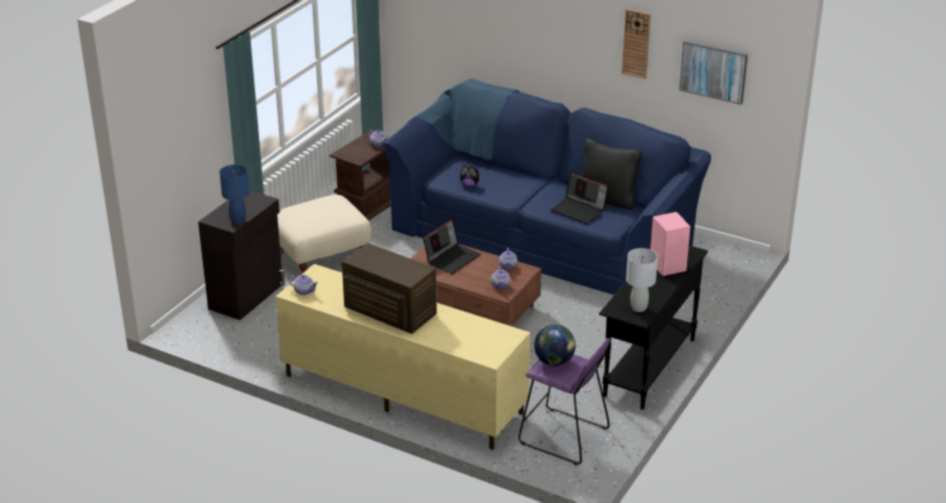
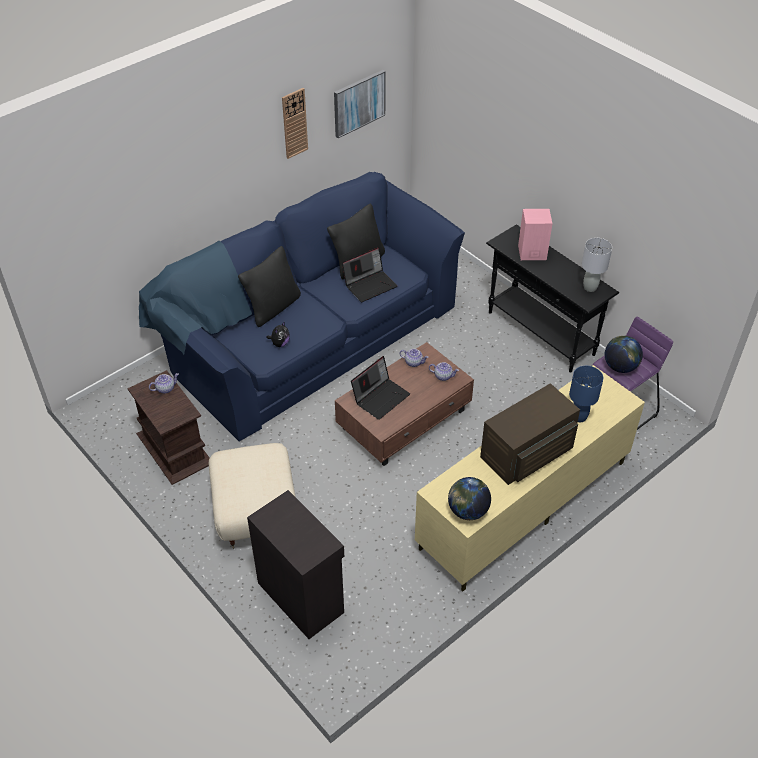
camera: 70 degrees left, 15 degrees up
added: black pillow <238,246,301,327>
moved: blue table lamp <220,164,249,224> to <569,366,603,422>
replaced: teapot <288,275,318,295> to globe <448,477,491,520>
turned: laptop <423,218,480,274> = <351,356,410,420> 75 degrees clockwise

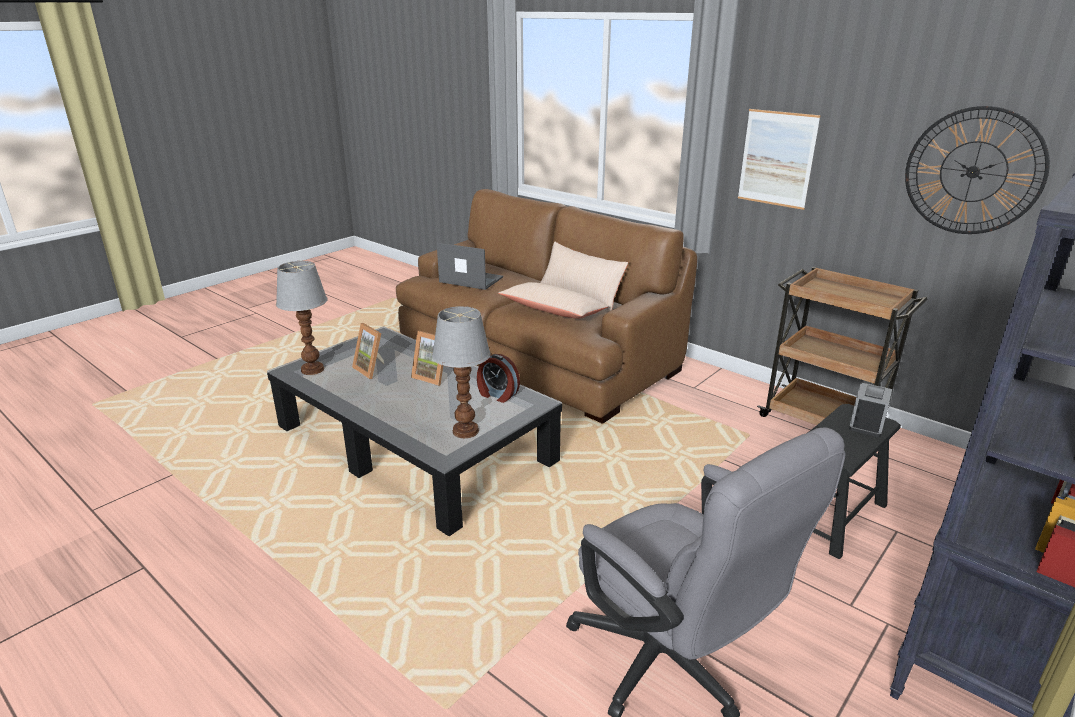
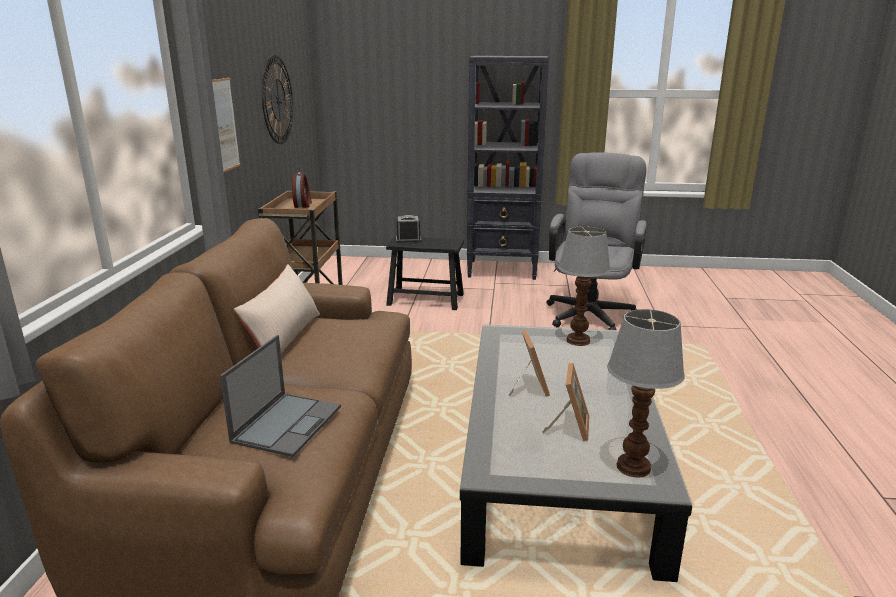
camera: 125 degrees left, 5 degrees down
removed: beige pillow <498,282,609,319>
moved: alarm clock <477,354,520,403> to <292,172,312,208>
turned: laptop <437,242,503,290> = <220,335,341,457> 150 degrees counterclockwise

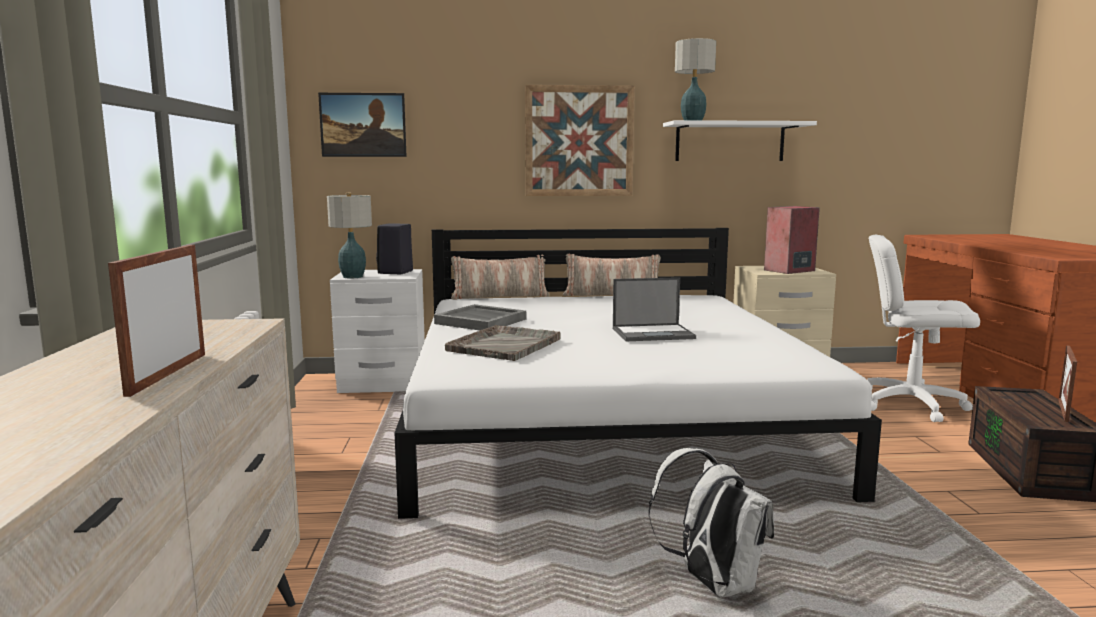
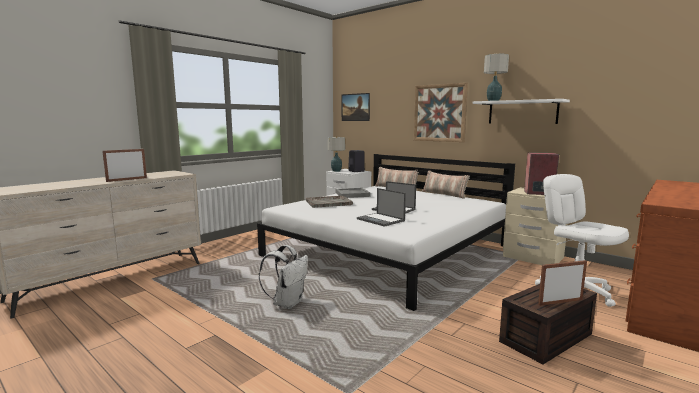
camera: 45 degrees right, 0 degrees up
added: laptop <357,188,406,227>

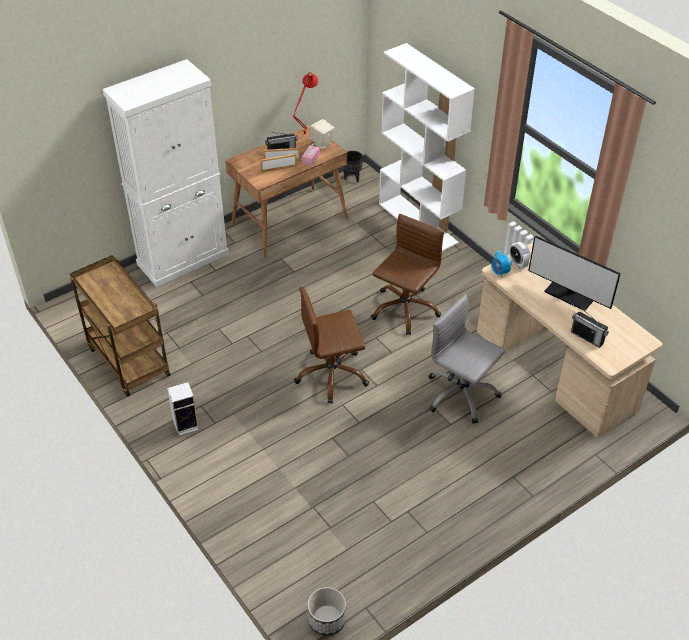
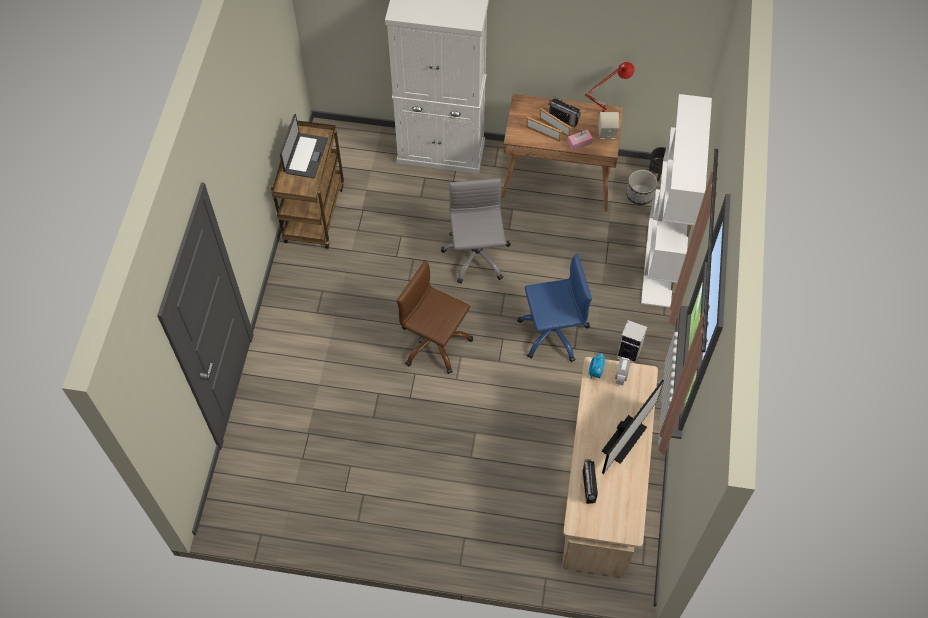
camera: 45 degrees right, 15 degrees up
added: laptop <280,114,328,178>
moved: grey office chair <429,294,505,424> to <441,178,510,284>; speaker <167,382,199,436> to <616,320,647,363>; planter <307,587,346,636> to <626,170,657,205>
recoloured: brown office chair <371,214,444,335> to blue office chair <517,254,592,362>
turned: monitor <528,235,621,310> = <602,379,664,474> 135 degrees counterclockwise

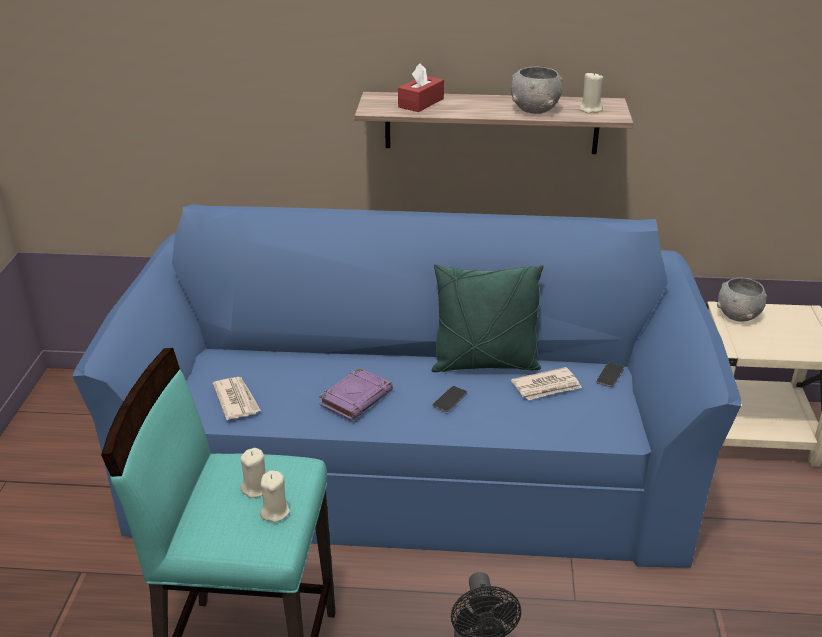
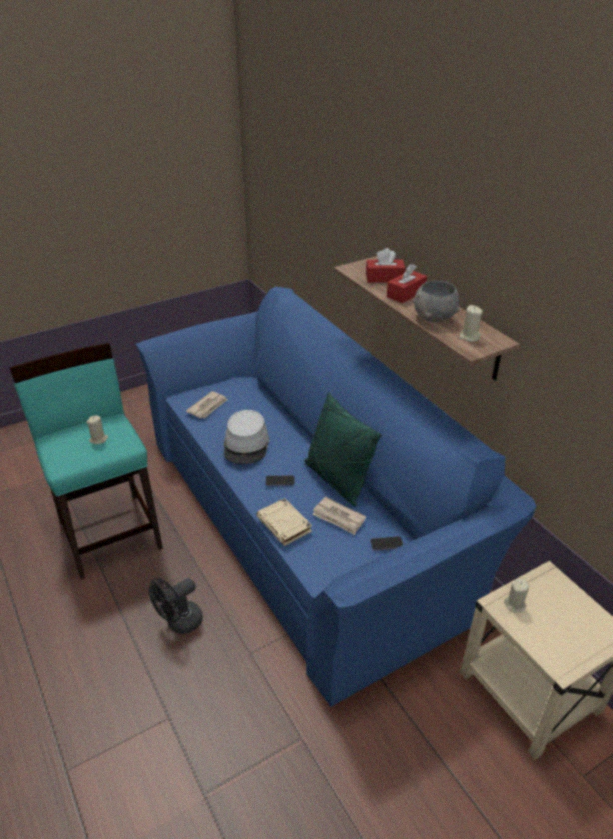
camera: 55 degrees right, 5 degrees up
removed: grey bowl <717,278,767,322>
added: beige book <256,498,312,546>; red tissue box <387,264,427,303>
moved: beige candle <260,471,290,522> to <504,579,529,612>
replaced: purple book <319,368,393,421> to grey hat <224,410,269,464>

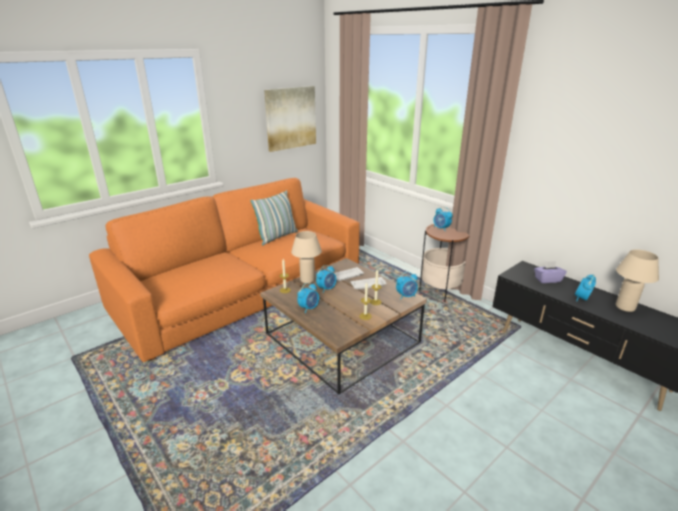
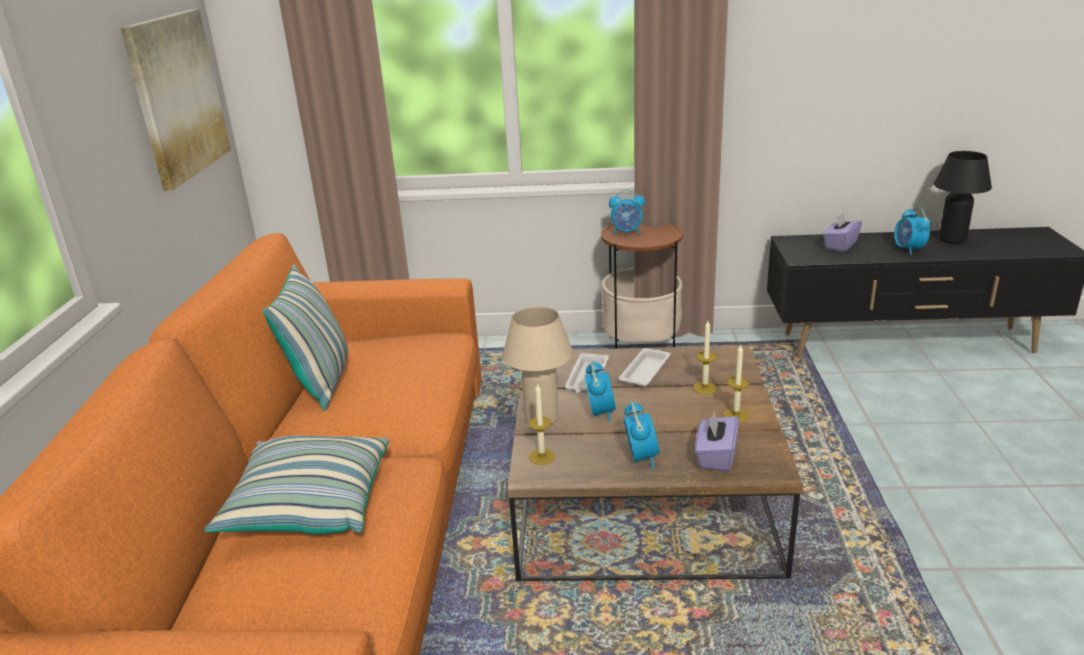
camera: 45 degrees left, 0 degrees up
removed: alarm clock <396,272,418,300>
added: pillow <204,435,389,534>; purple tissue box <695,411,739,472>
recoloured: beige table lamp <616,249,659,312> to black table lamp <934,151,992,244>

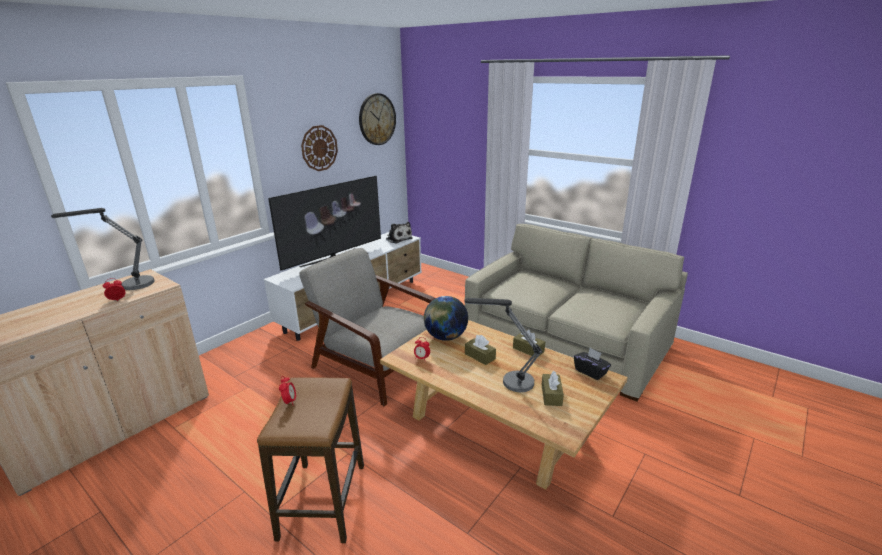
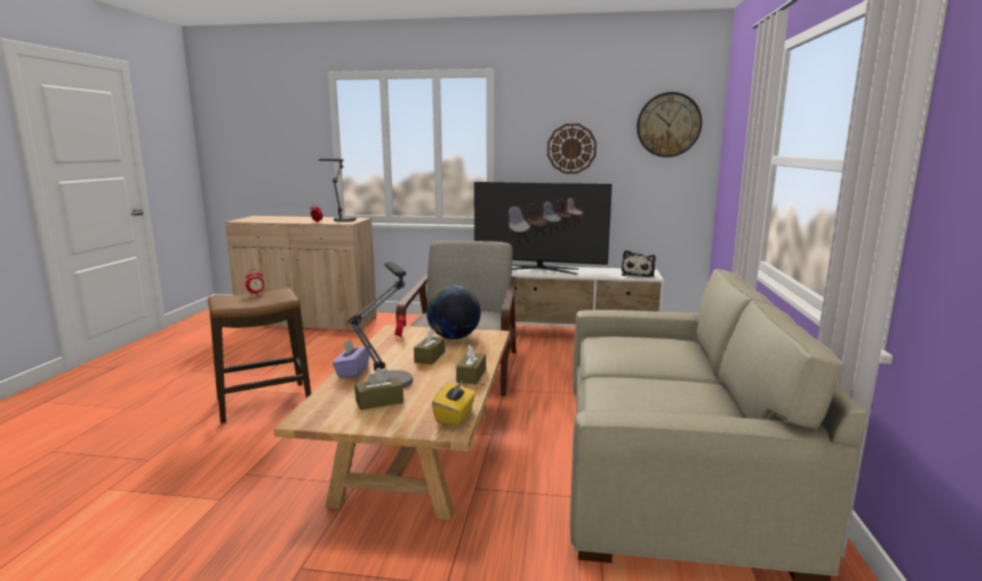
camera: 60 degrees right, 10 degrees down
added: purple tissue box <332,339,370,378>
recoloured: black tissue box <574,348,611,380> to yellow tissue box <432,380,476,426>

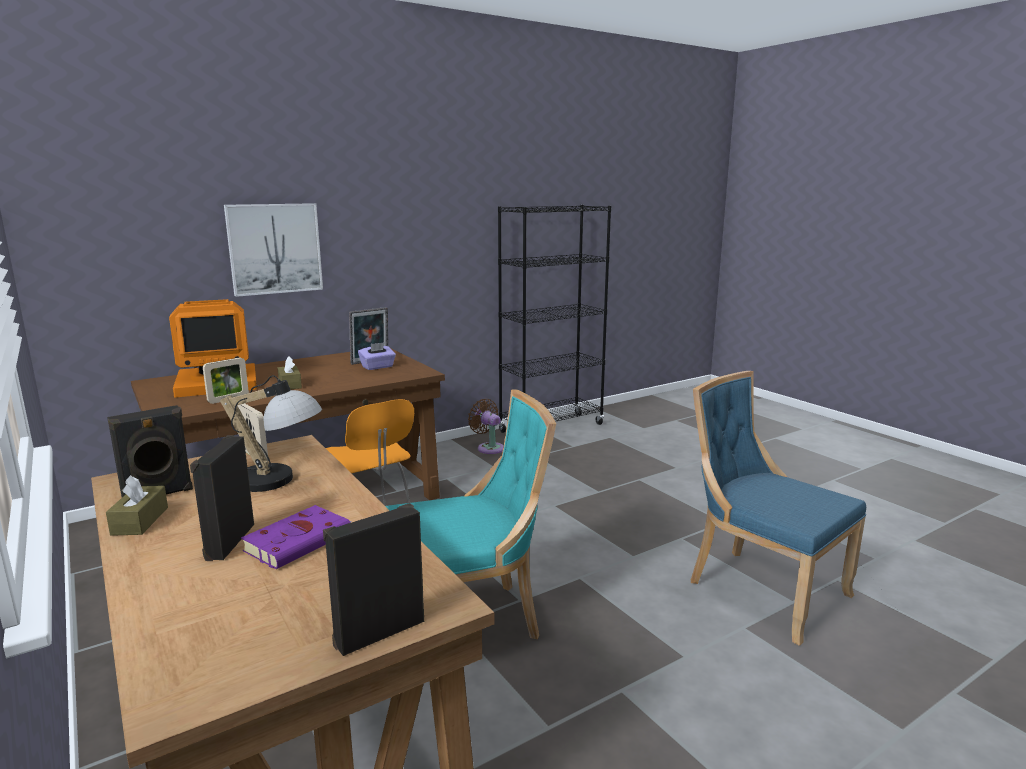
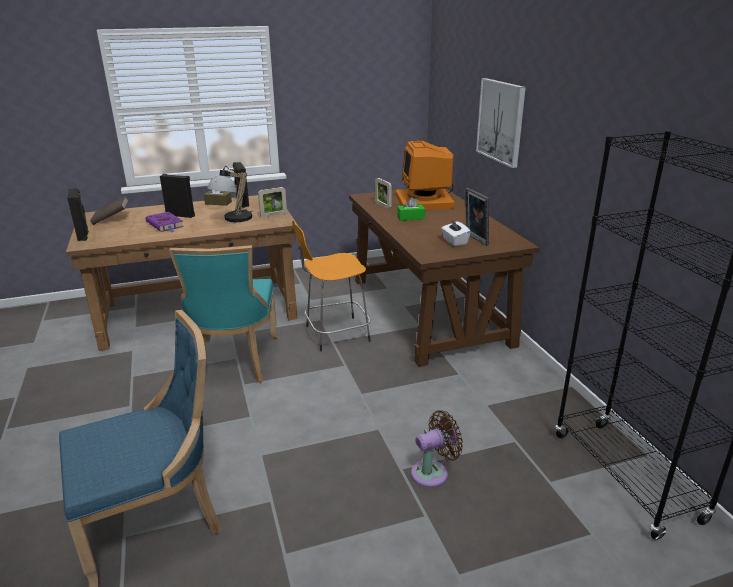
camera: 105 degrees right, 10 degrees up
added: brown book <90,196,129,225>
moved: brown fan <468,399,504,454> to <411,410,463,488>
recoloured: brown tissue box <278,357,302,390> to green tissue box <397,197,425,221>; purple tissue box <358,342,396,370> to white tissue box <441,219,471,246>

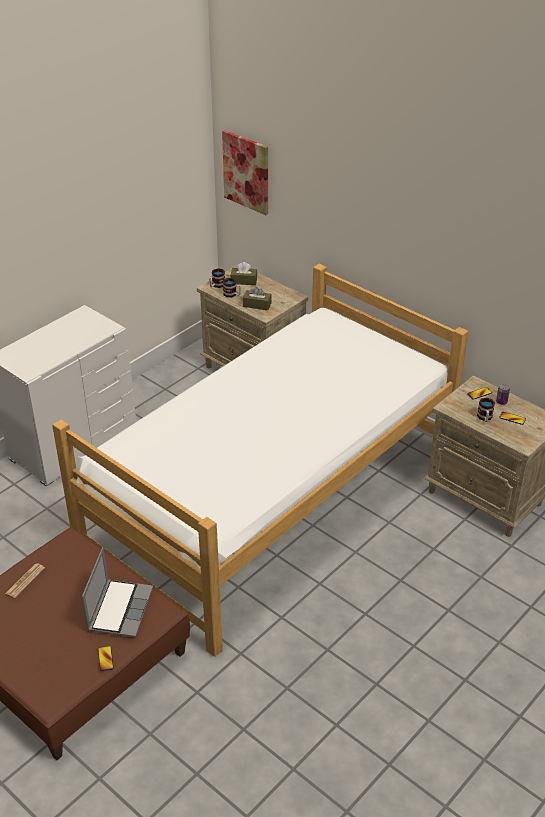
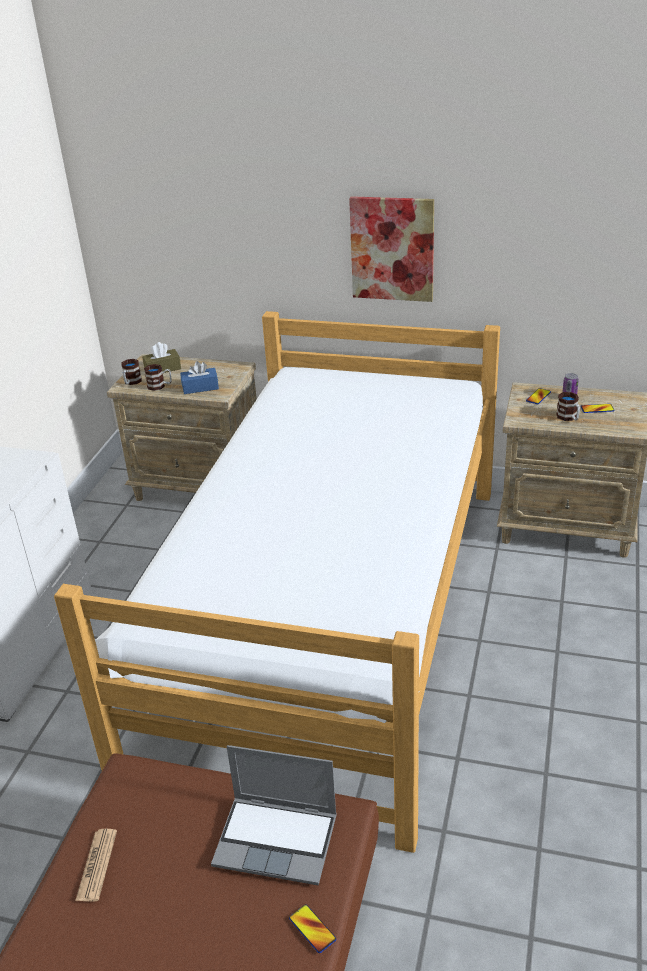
camera: 25 degrees left, 5 degrees down
moved: picture <222,130,268,215> to <349,196,434,302>
recoloured: brown tissue box <243,287,271,310> to blue tissue box <180,361,219,394>
turned: laptop <82,547,153,638> = <211,745,337,885> 120 degrees clockwise

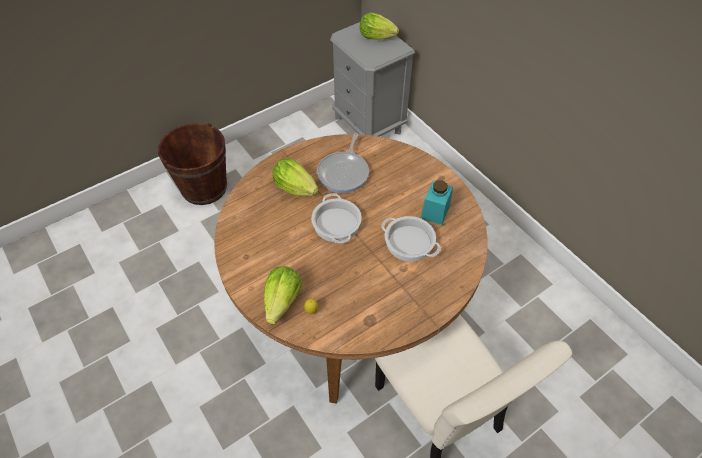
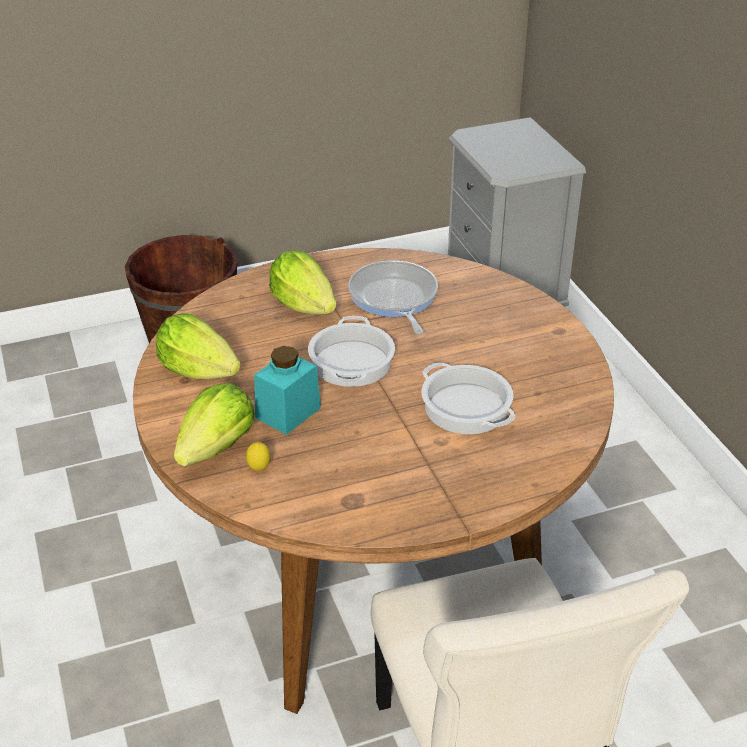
camera: 15 degrees right, 15 degrees down
moved: lettuce <360,12,399,40> to <156,313,241,379>; turquoise jar <421,180,453,225> to <254,346,321,435>
turned: frying pan <317,133,369,193> = <348,260,438,334> 135 degrees clockwise

